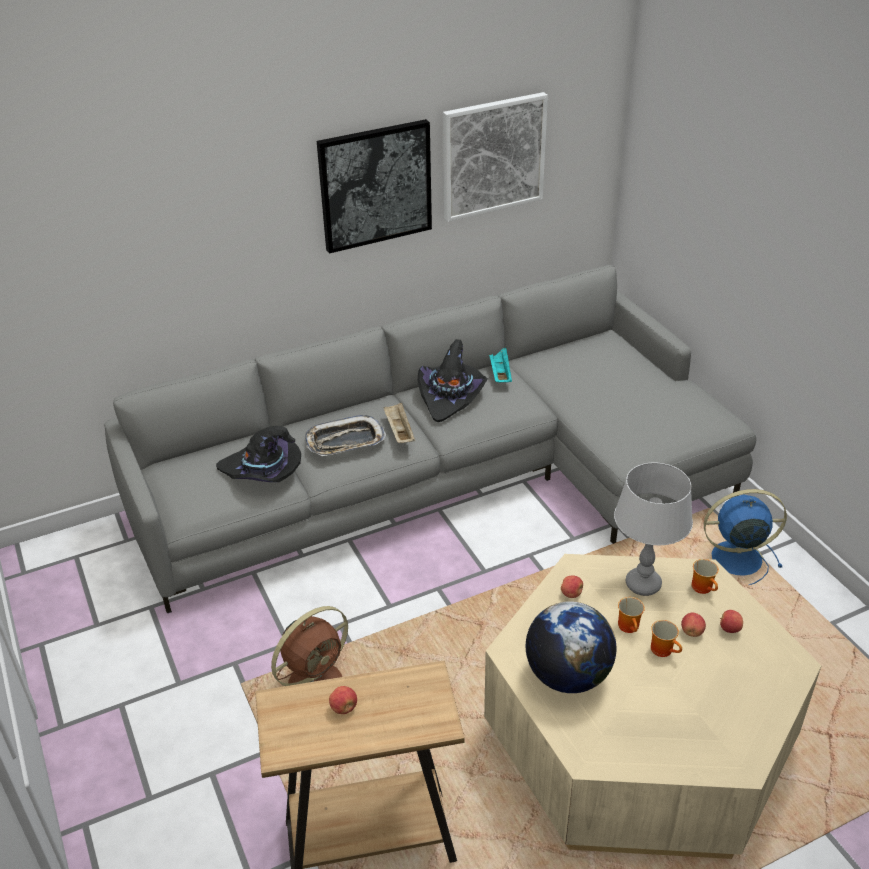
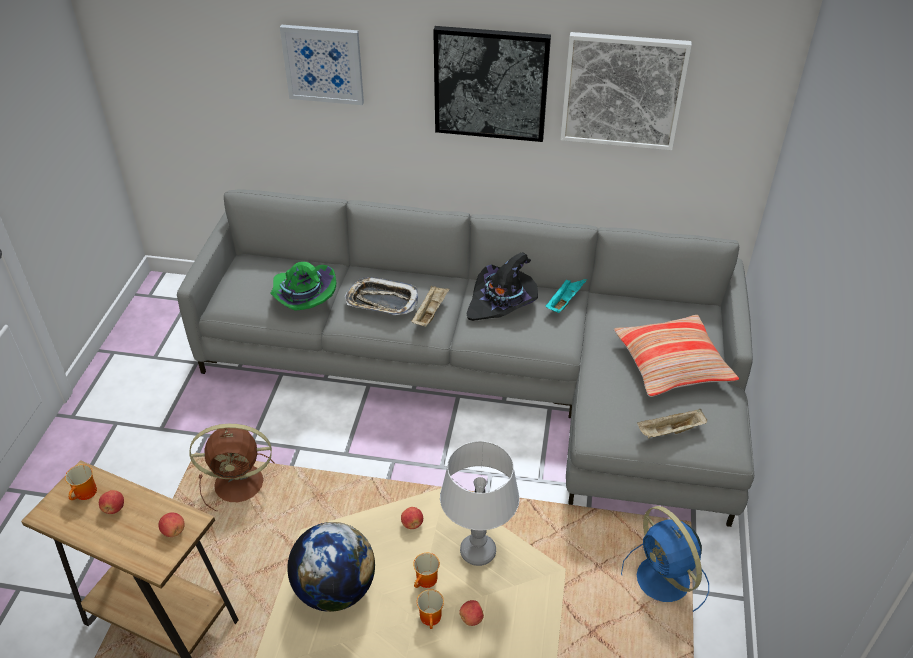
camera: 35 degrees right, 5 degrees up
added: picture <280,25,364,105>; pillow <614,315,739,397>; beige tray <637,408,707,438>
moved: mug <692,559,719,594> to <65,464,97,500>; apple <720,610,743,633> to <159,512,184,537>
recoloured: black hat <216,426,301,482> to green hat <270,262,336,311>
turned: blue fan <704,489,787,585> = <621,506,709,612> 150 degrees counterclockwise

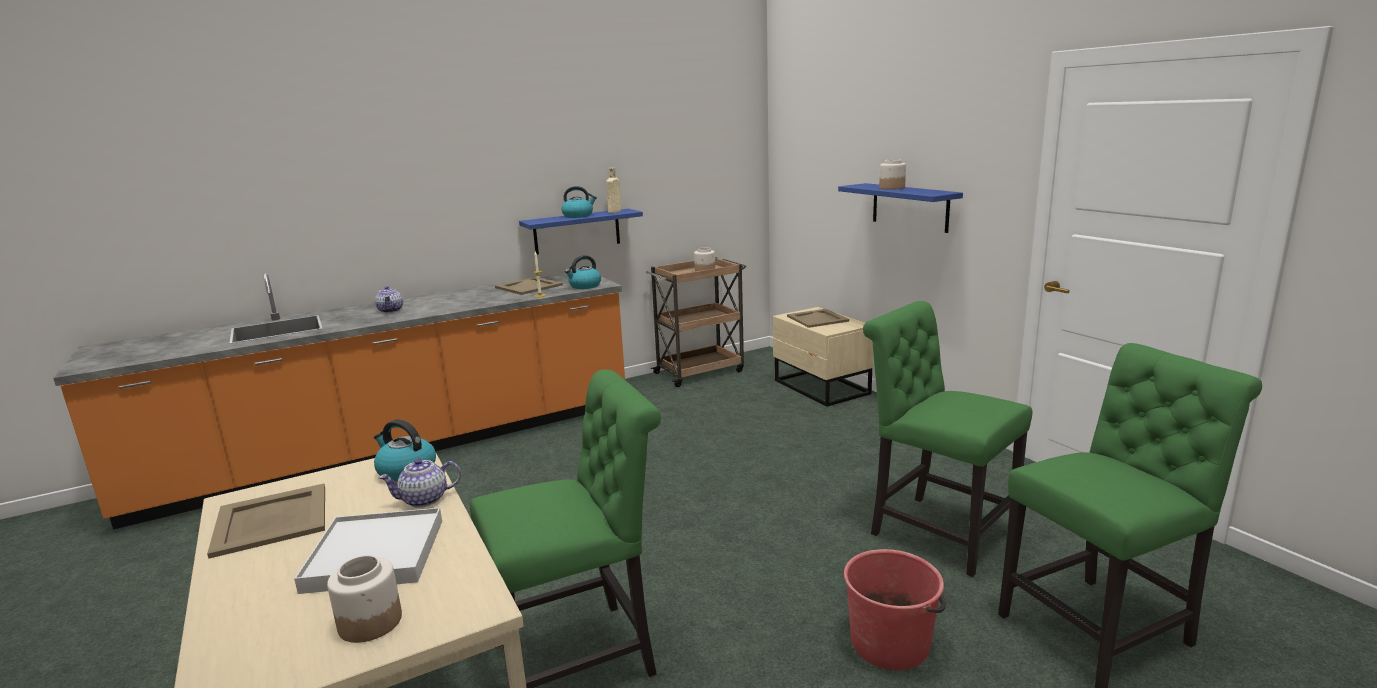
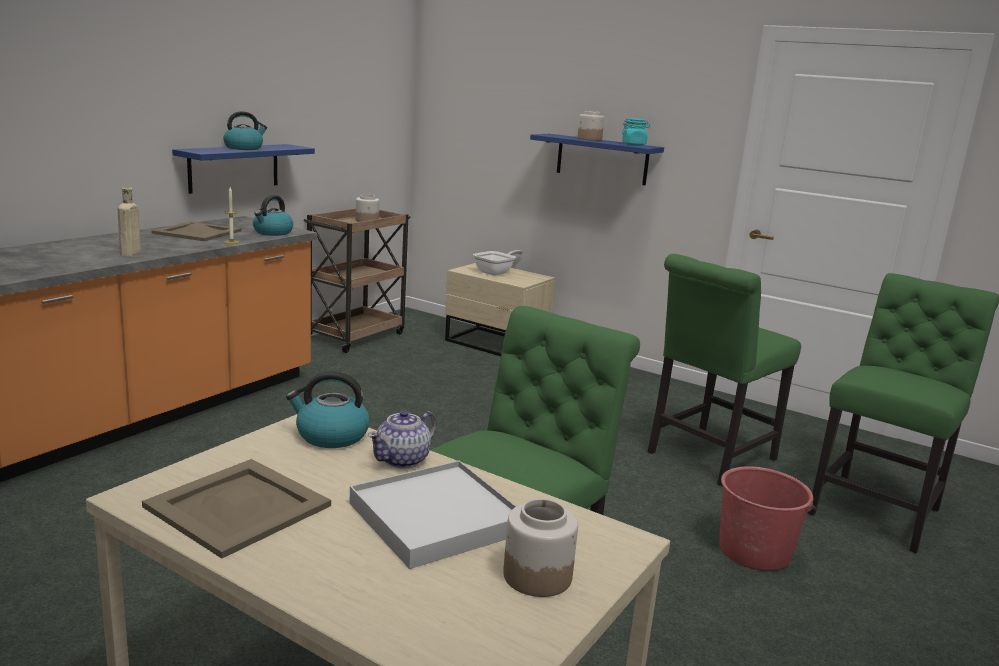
camera: 30 degrees left, 0 degrees up
removed: teapot <375,286,403,313>
added: turquoise jar <621,118,650,145>
moved: beige bottle <606,167,621,213> to <117,187,141,257>
replaced: beige tray <787,309,849,328> to frying pan <473,250,523,275>
turned: green chair <863,301,1032,577> = <648,254,801,486> 60 degrees counterclockwise

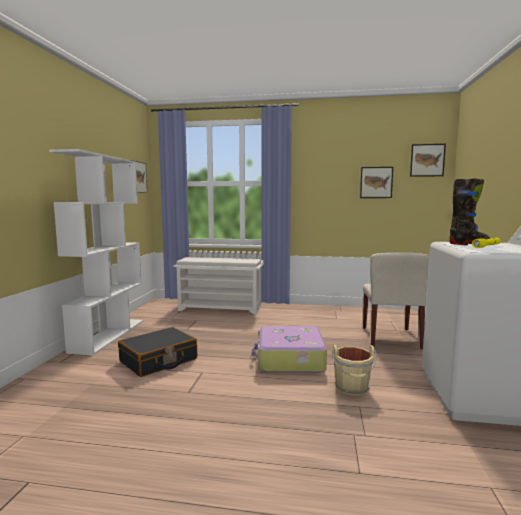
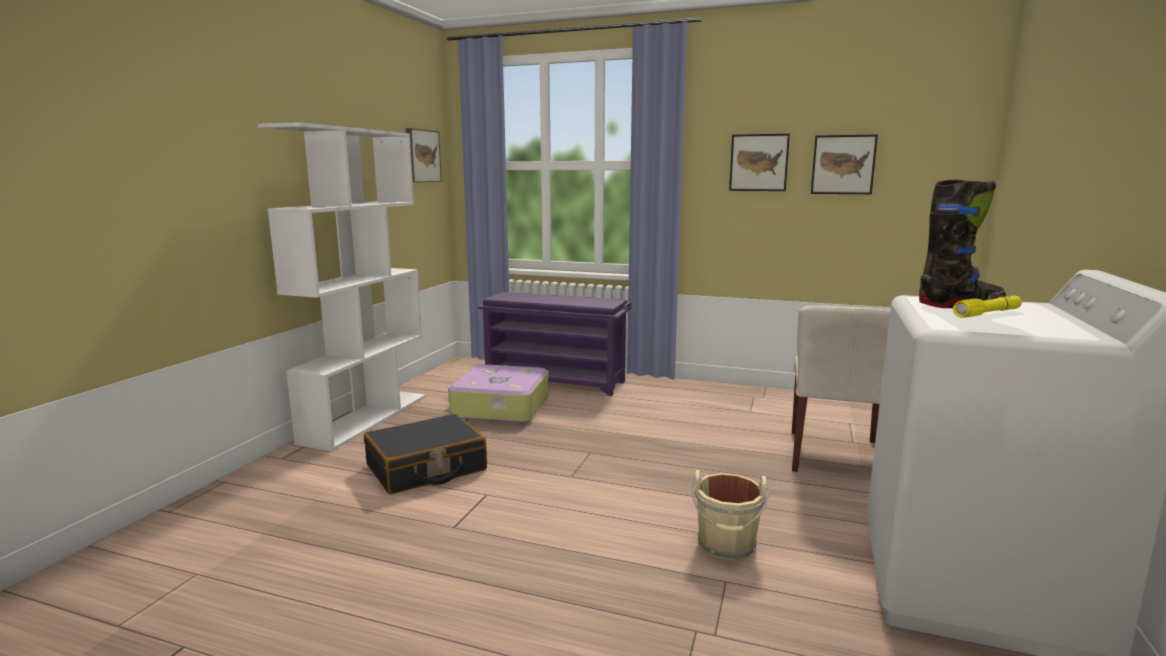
camera: 10 degrees right, 5 degrees up
moved: suitcase <252,326,327,373> to <448,364,549,423>; picture <410,144,446,177> to <729,134,790,191>
recoloured: white shoe rack <174,257,264,315> to purple shoe rack <478,292,632,396>

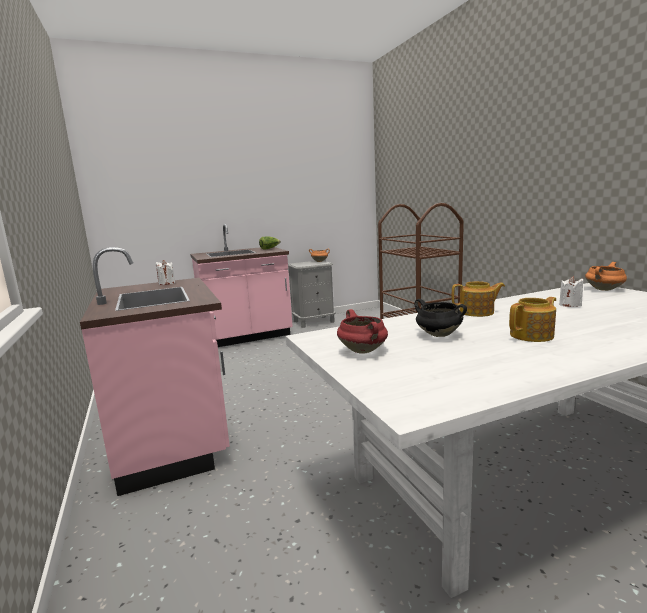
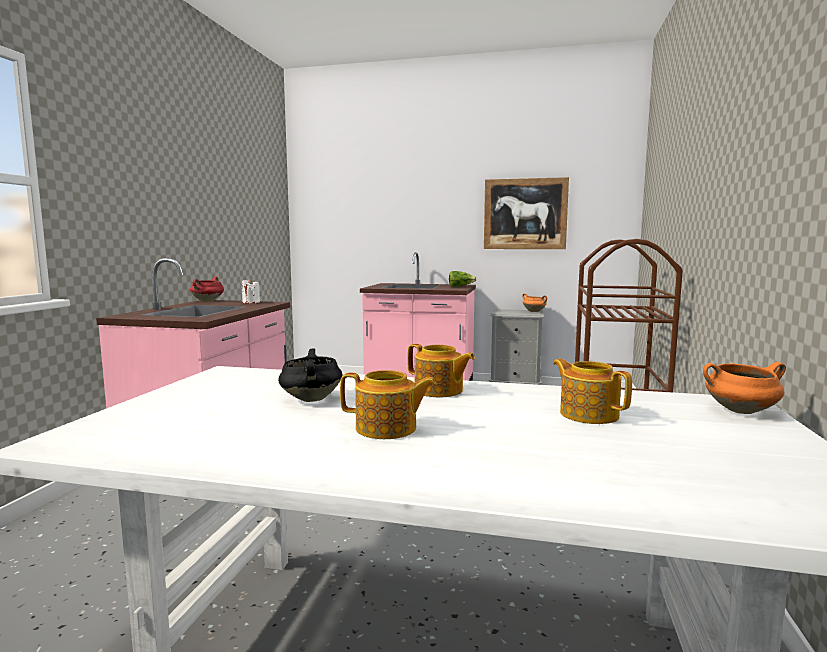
camera: 35 degrees right, 5 degrees down
added: picture <484,177,569,249>
moved: red cooking pot <337,309,388,354> to <190,277,224,302>
replaced: white candle <559,276,583,307> to teapot <553,359,632,424>

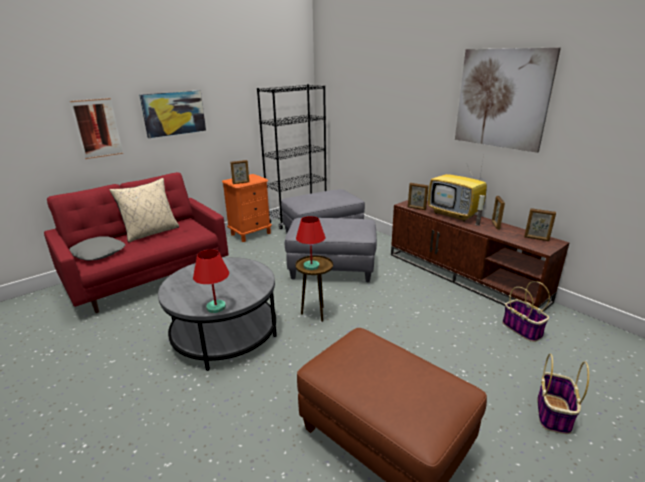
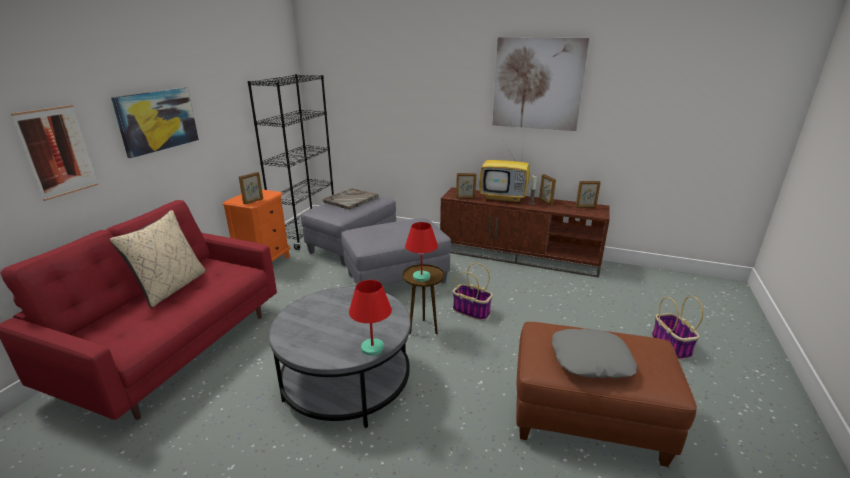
camera: 30 degrees left, 0 degrees up
added: grey tray <323,188,379,210>
moved: basket <502,281,550,342> to <453,263,493,321>; grey pillow <69,236,125,261> to <552,328,637,379>

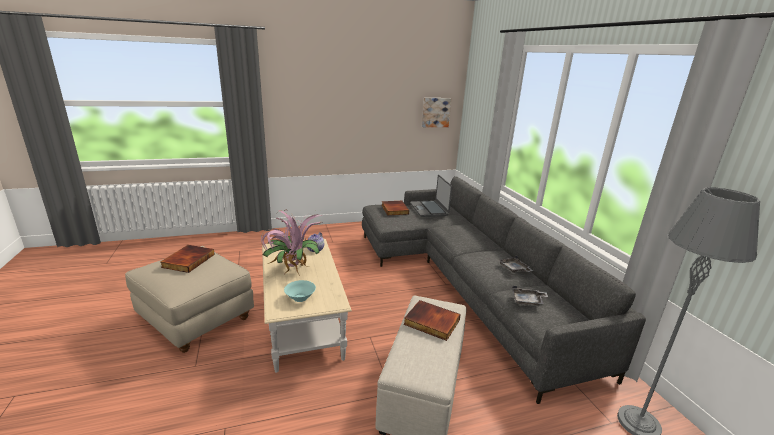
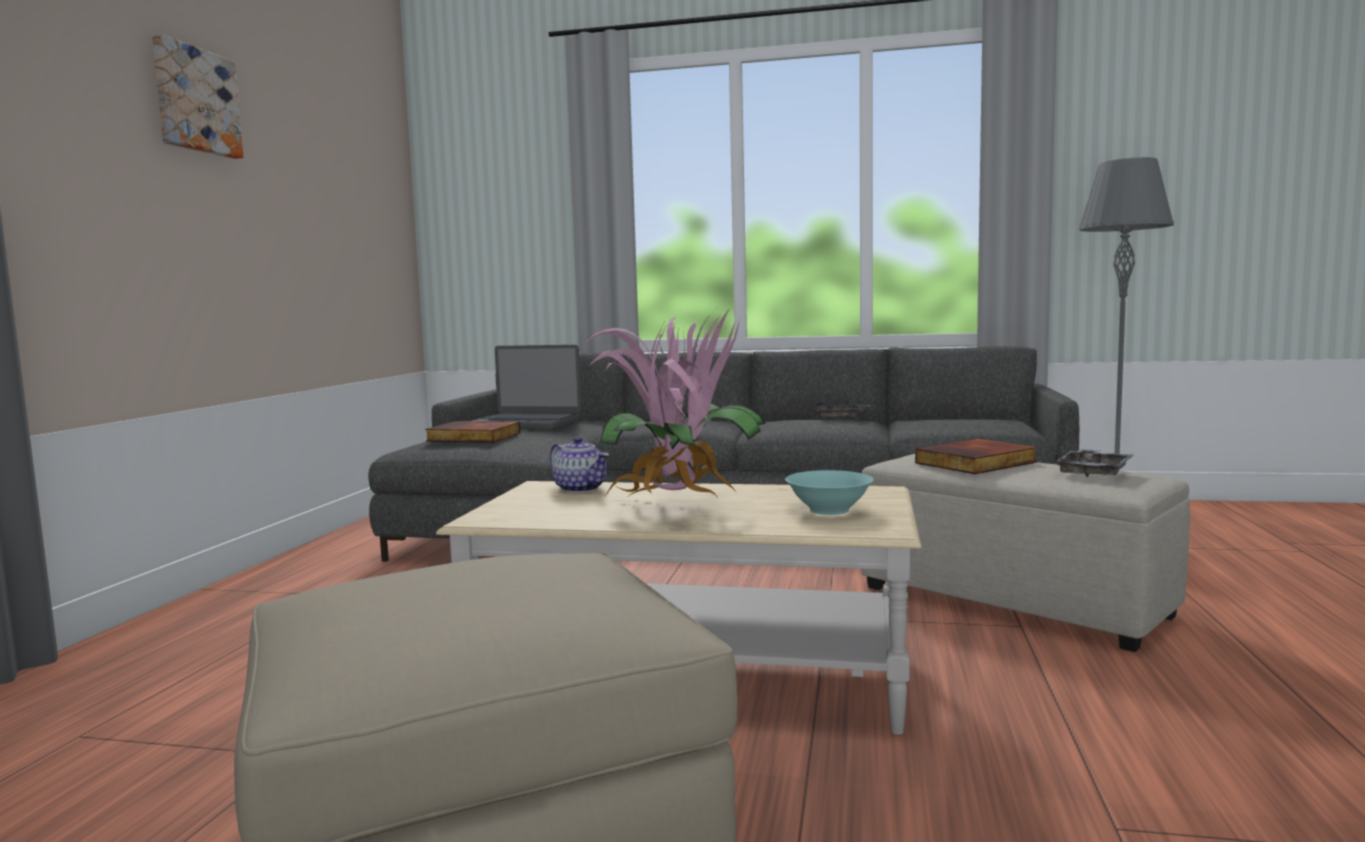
camera: 60 degrees left, 15 degrees down
removed: book <160,245,215,273>
moved: picture <422,98,451,127> to <152,34,244,159>; grey tray <512,286,548,306> to <1054,449,1133,477>

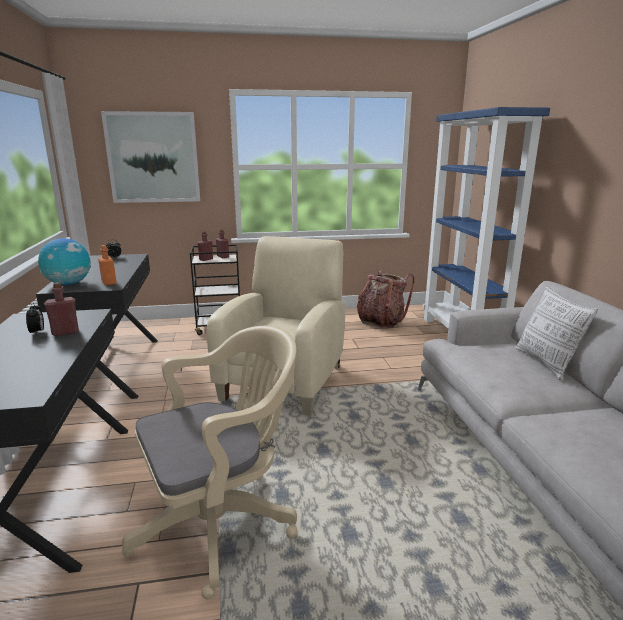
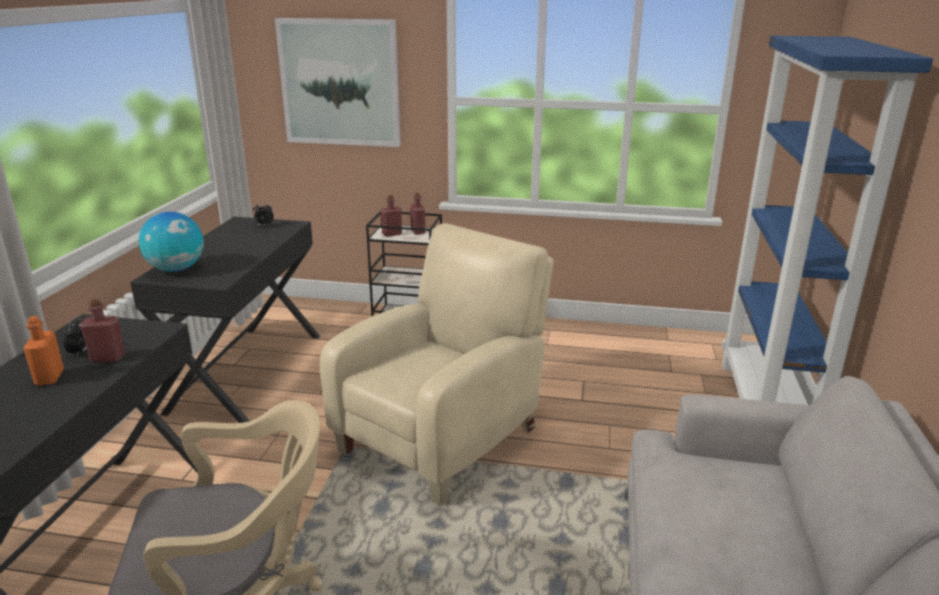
camera: 20 degrees right, 5 degrees up
removed: backpack <357,271,414,329>; pillow <515,285,598,380>
moved: orange bottle <98,245,117,285> to <23,316,64,385>

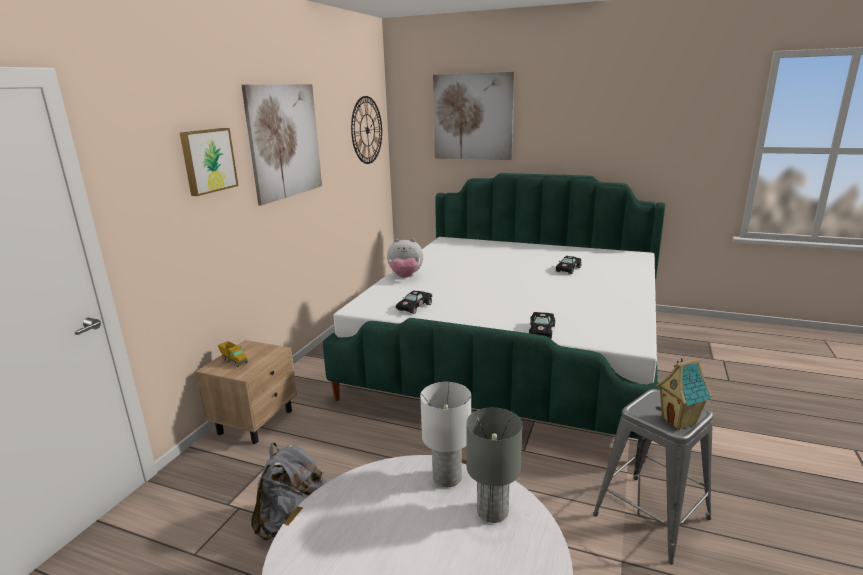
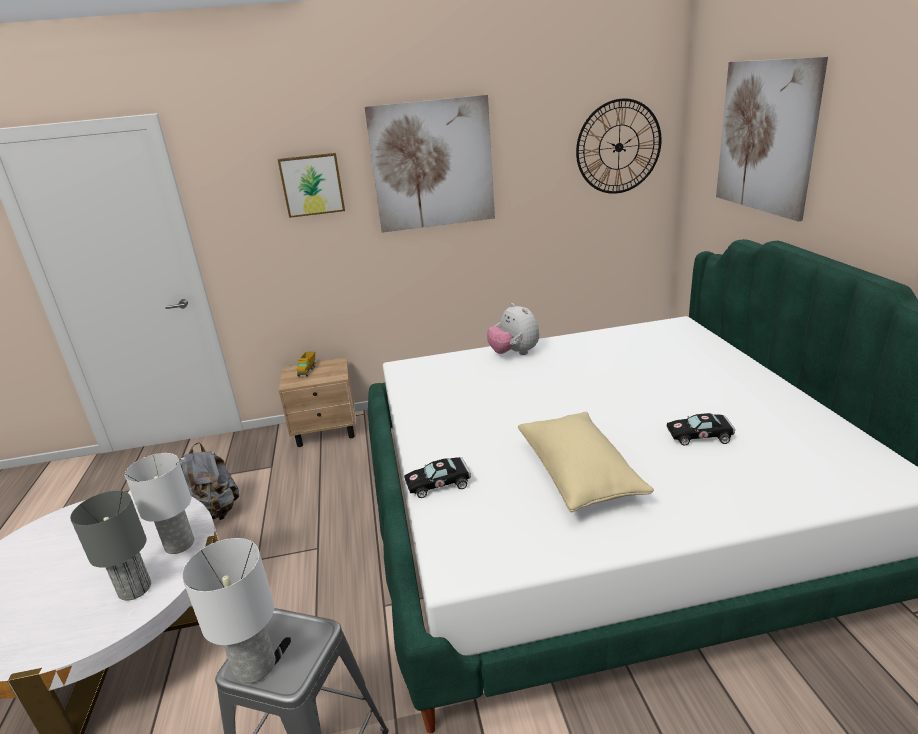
camera: 60 degrees right, 5 degrees up
removed: black toy car <396,291,432,314>
added: beige pillow <518,412,654,512>
replaced: toy house <656,358,712,430> to white table lamp <182,538,275,684>

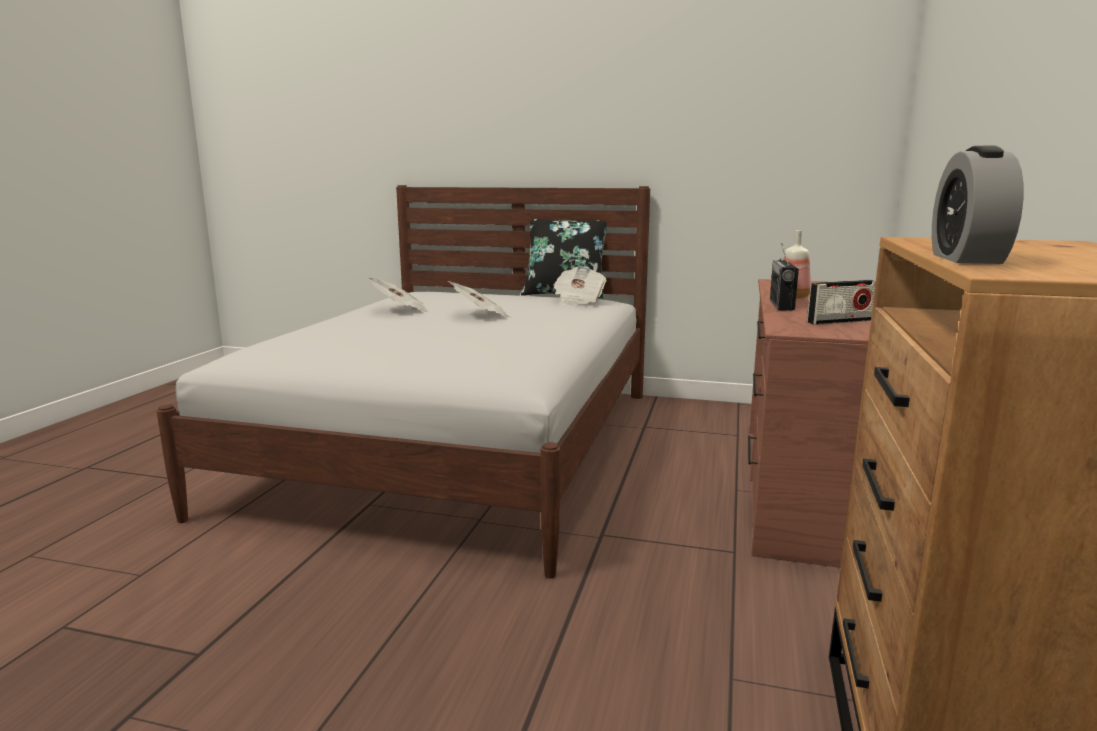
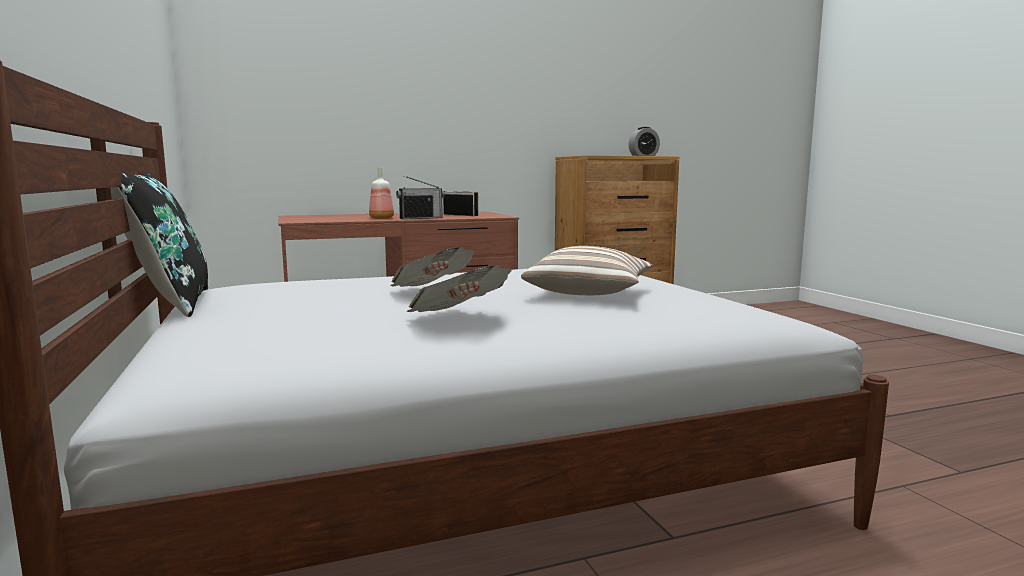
camera: 125 degrees left, 5 degrees down
removed: newspaper <553,266,607,306>
added: pillow <521,246,653,295>

